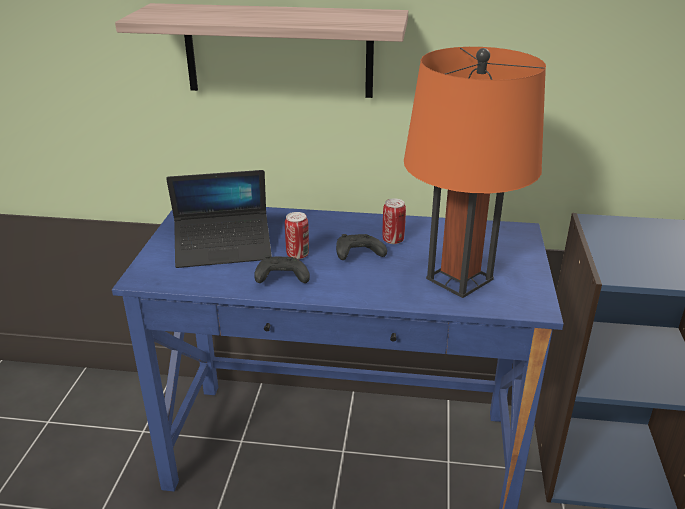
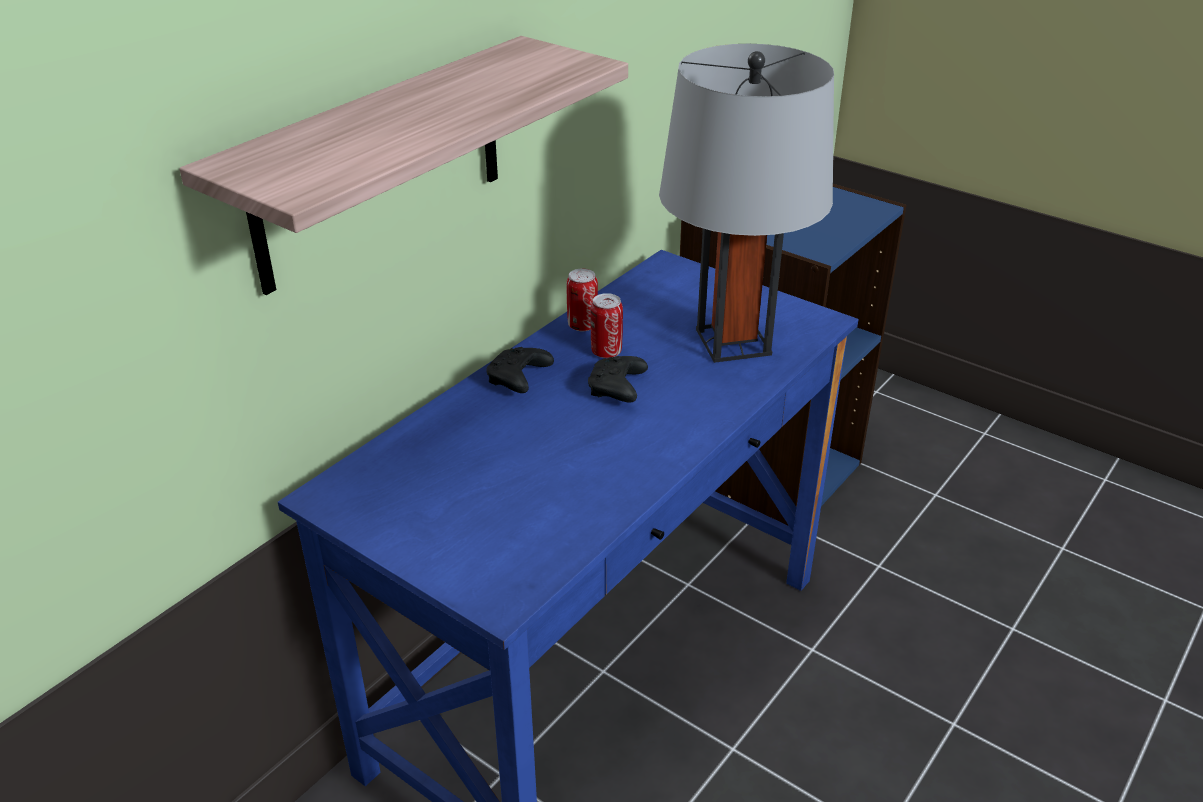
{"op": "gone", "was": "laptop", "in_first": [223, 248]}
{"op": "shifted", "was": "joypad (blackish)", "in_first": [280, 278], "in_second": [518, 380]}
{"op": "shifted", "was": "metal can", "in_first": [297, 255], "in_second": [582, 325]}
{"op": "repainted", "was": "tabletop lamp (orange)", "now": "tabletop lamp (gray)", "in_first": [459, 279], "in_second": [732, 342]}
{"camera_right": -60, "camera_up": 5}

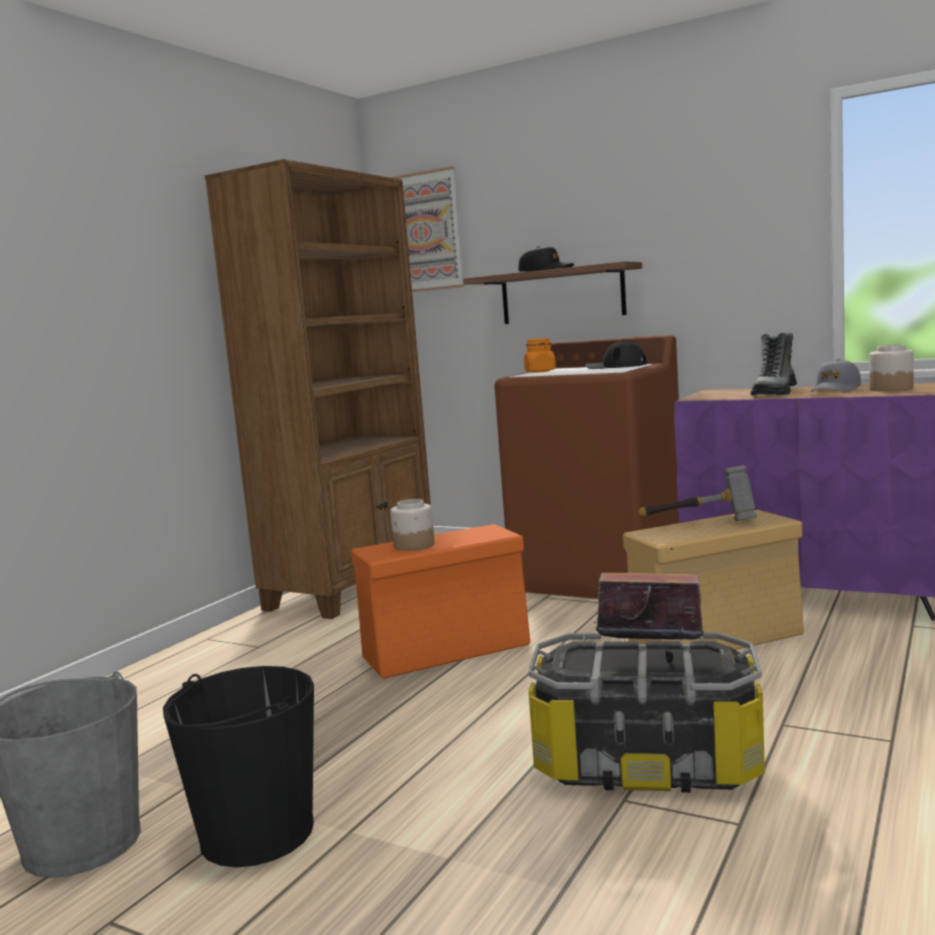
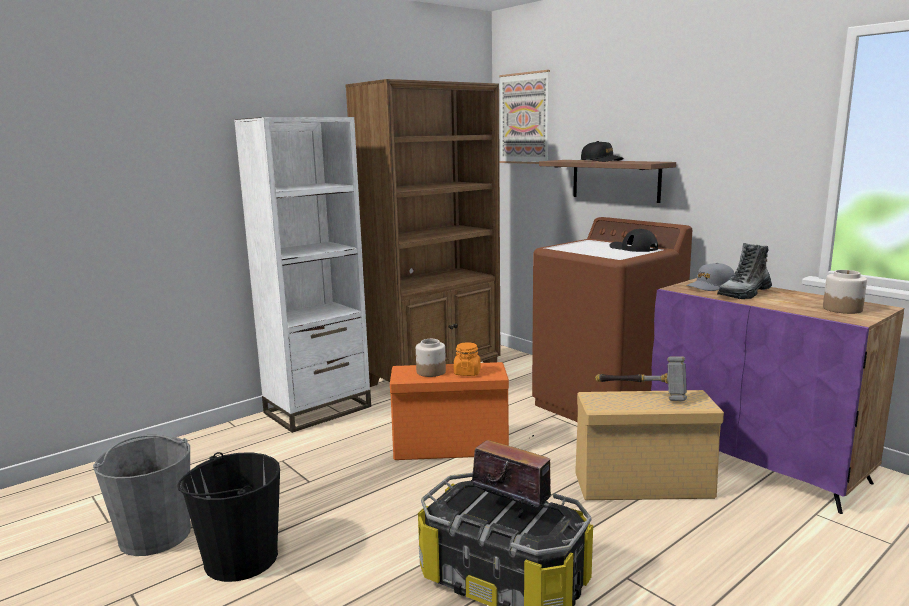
{"op": "shifted", "was": "preserve jar (orange)", "in_first": [540, 371], "in_second": [467, 372]}
{"op": "shifted", "was": "cap (gray)", "in_first": [836, 389], "in_second": [711, 286]}
{"op": "new", "now": "bookshelf (whitish)", "in_second": [318, 410]}
{"camera_right": 20, "camera_up": 5}

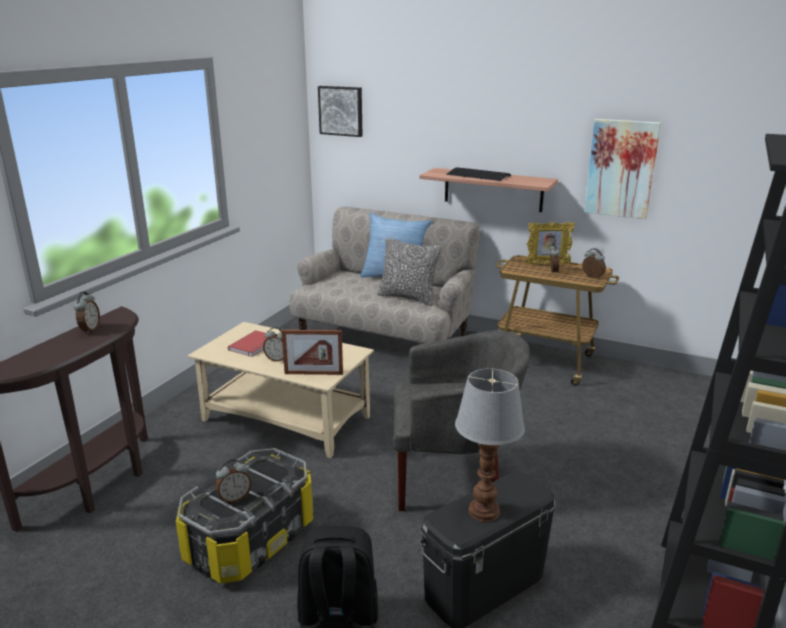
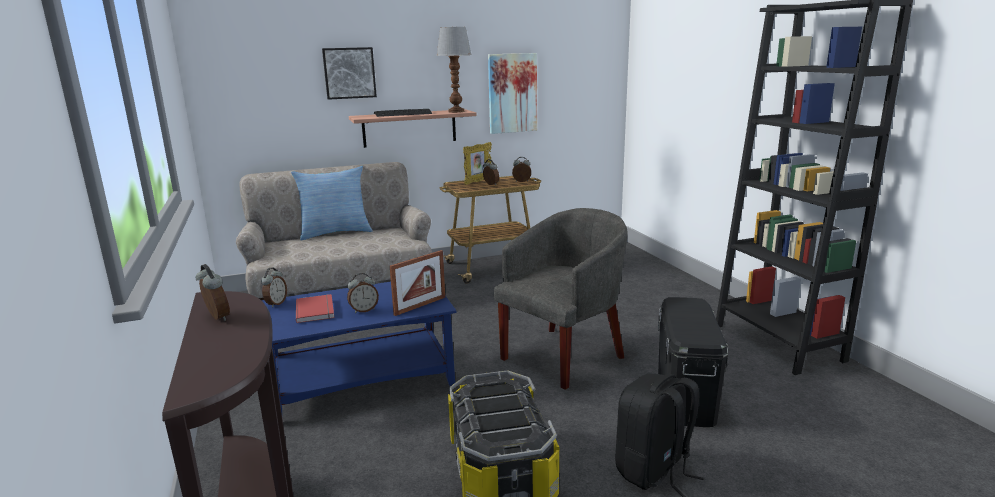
{"op": "repainted", "was": "lounge table (beige-coloured)", "now": "lounge table (blue-coloured)", "in_first": [287, 419], "in_second": [364, 382]}
{"op": "shifted", "was": "table clock", "in_first": [234, 498], "in_second": [276, 304]}
{"op": "shifted", "was": "wall art", "in_first": [341, 111], "in_second": [349, 73]}
{"op": "gone", "was": "cushion", "in_first": [408, 297]}
{"op": "shifted", "was": "tabletop lamp", "in_first": [484, 512], "in_second": [457, 111]}
{"camera_right": -45, "camera_up": -5}

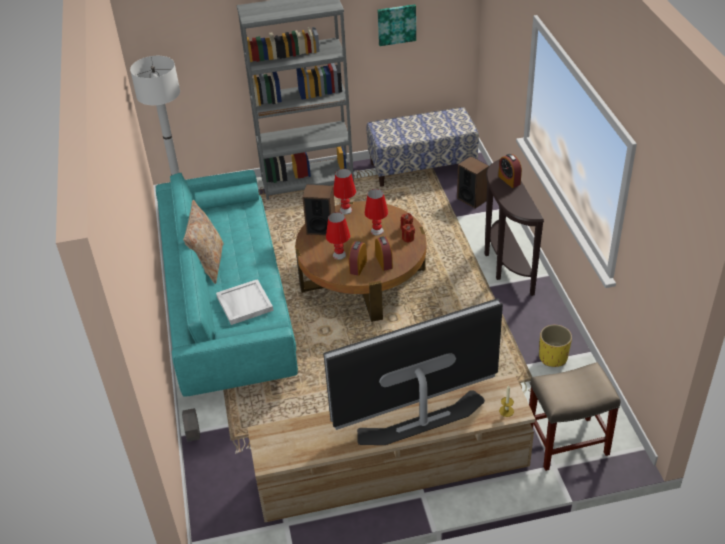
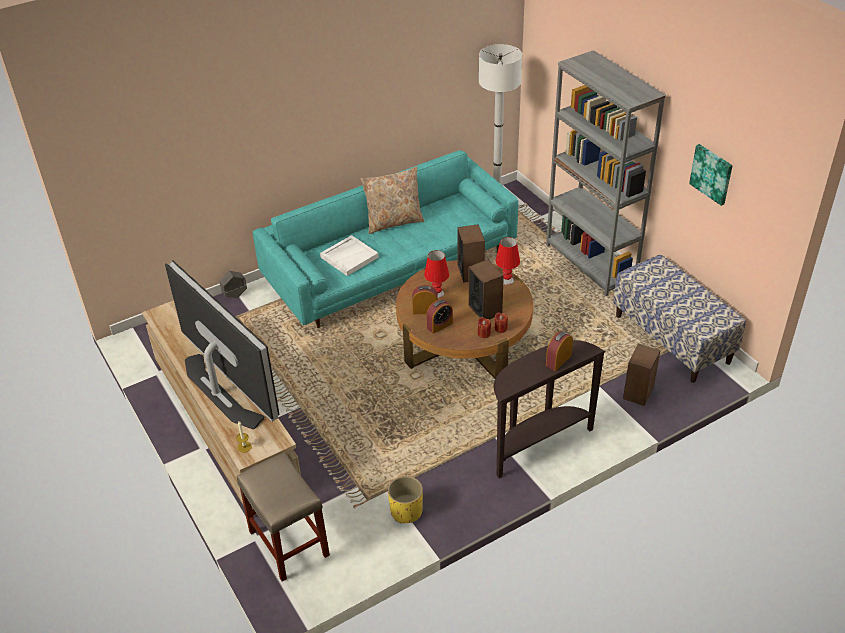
{"op": "swapped", "was": "tabletop lamp (reddish)", "now": "audio speaker", "in_first": [377, 231], "in_second": [485, 309]}
{"camera_right": 70, "camera_up": 0}

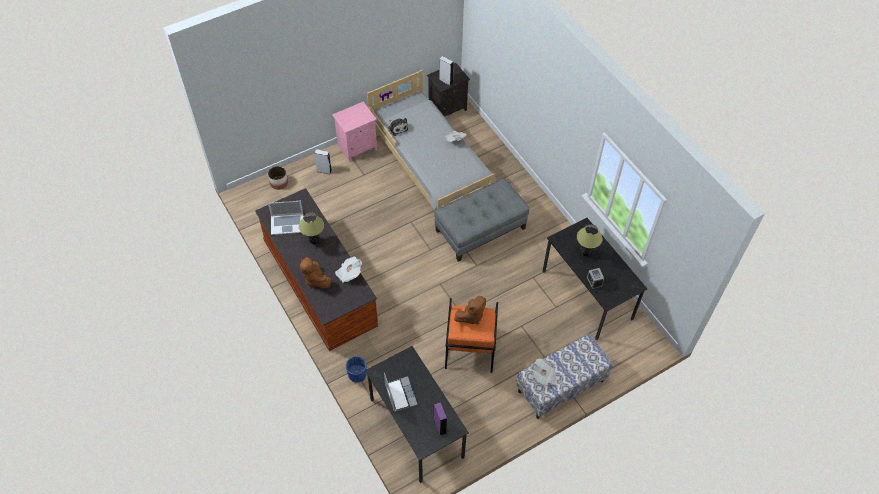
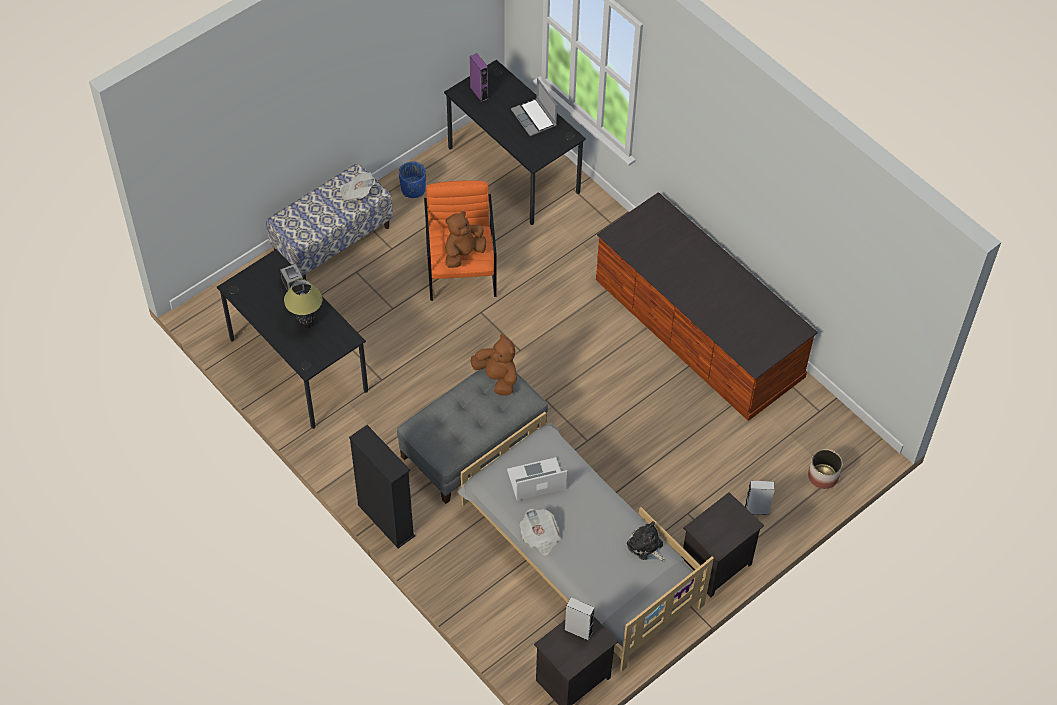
{"op": "shifted", "was": "laptop", "in_first": [287, 223], "in_second": [536, 480]}
{"op": "gone", "was": "tabletop lamp", "in_first": [314, 241]}
{"op": "shifted", "was": "cuddly toy (brownish)", "in_first": [315, 279], "in_second": [497, 377]}
{"op": "repainted", "was": "night table (pink)", "now": "night table (blackish)", "in_first": [357, 146], "in_second": [715, 567]}
{"op": "gone", "was": "newspaper", "in_first": [348, 273]}
{"op": "shifted", "was": "flower pot (blue-coloured)", "in_first": [357, 374], "in_second": [413, 189]}
{"op": "new", "now": "bookshelf (blackish)", "in_second": [386, 520]}
{"camera_right": 170, "camera_up": 0}

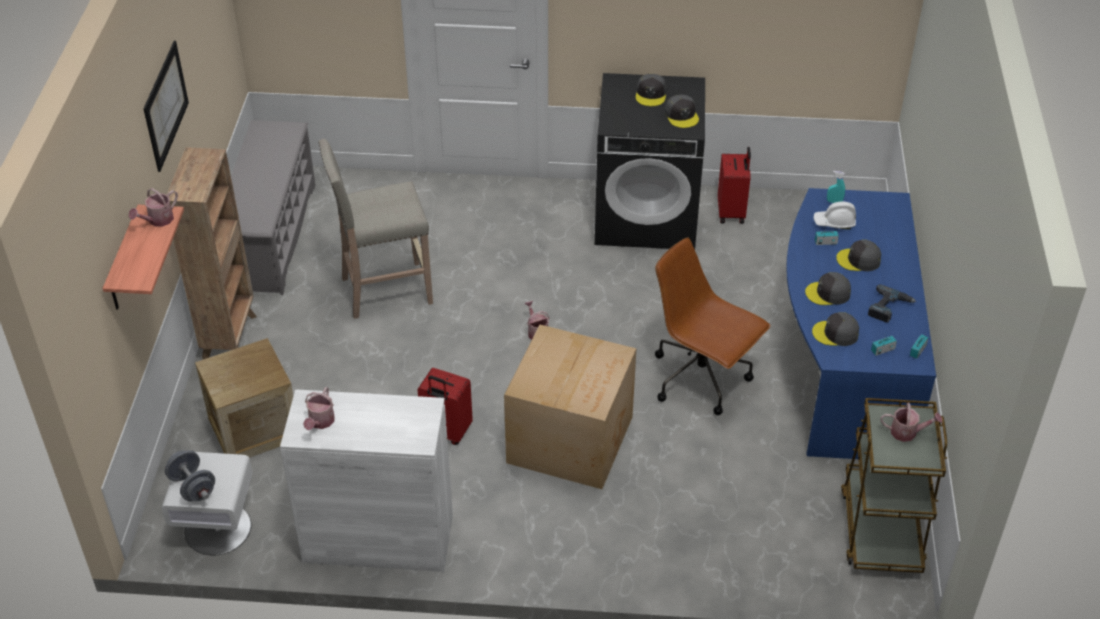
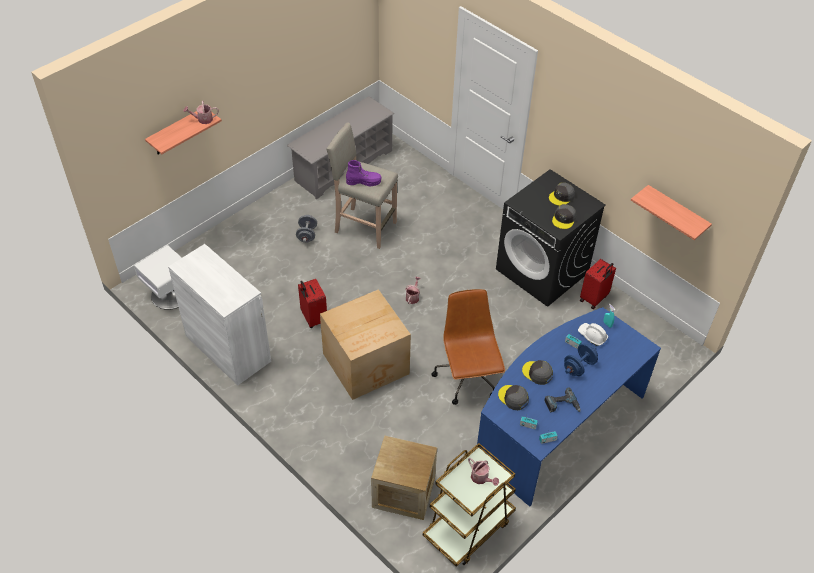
{"op": "gone", "was": "wall art", "in_first": [166, 105]}
{"op": "shifted", "was": "free weight (gray)", "in_first": [193, 487], "in_second": [307, 235]}
{"op": "gone", "was": "bookshelf (brownish)", "in_first": [230, 336]}
{"op": "shifted", "was": "packing crate", "in_first": [254, 428], "in_second": [403, 492]}
{"op": "gone", "was": "watering can", "in_first": [320, 422]}
{"op": "swapped", "was": "cap (gray)", "now": "free weight (blue-coloured)", "in_first": [859, 260], "in_second": [579, 366]}
{"op": "new", "now": "high-top boot (purple)", "in_second": [364, 182]}
{"op": "new", "now": "bracket shelf", "in_second": [676, 213]}
{"camera_right": 40, "camera_up": 5}

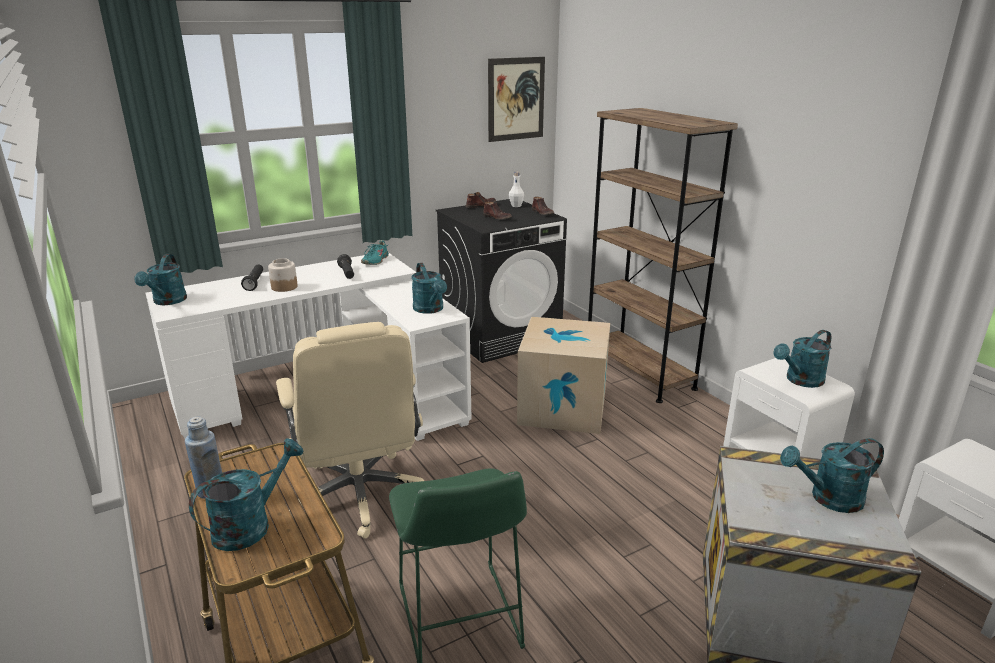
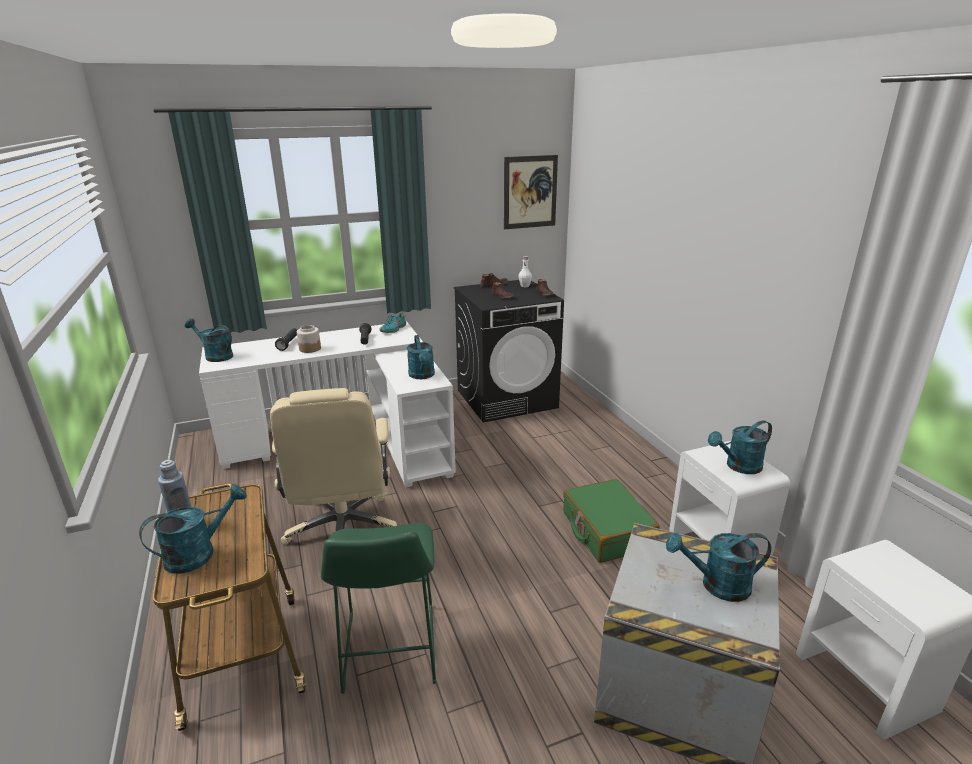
{"op": "rotated", "was": "watering can (turquoise)", "in_first": [167, 301], "in_second": [215, 356], "clockwise": 105}
{"op": "gone", "was": "packing box", "in_first": [562, 408]}
{"op": "gone", "was": "bookshelf (brownish)", "in_first": [638, 371]}
{"op": "new", "now": "piece of luggage (green-coloured)", "in_second": [607, 530]}
{"camera_right": 10, "camera_up": 0}

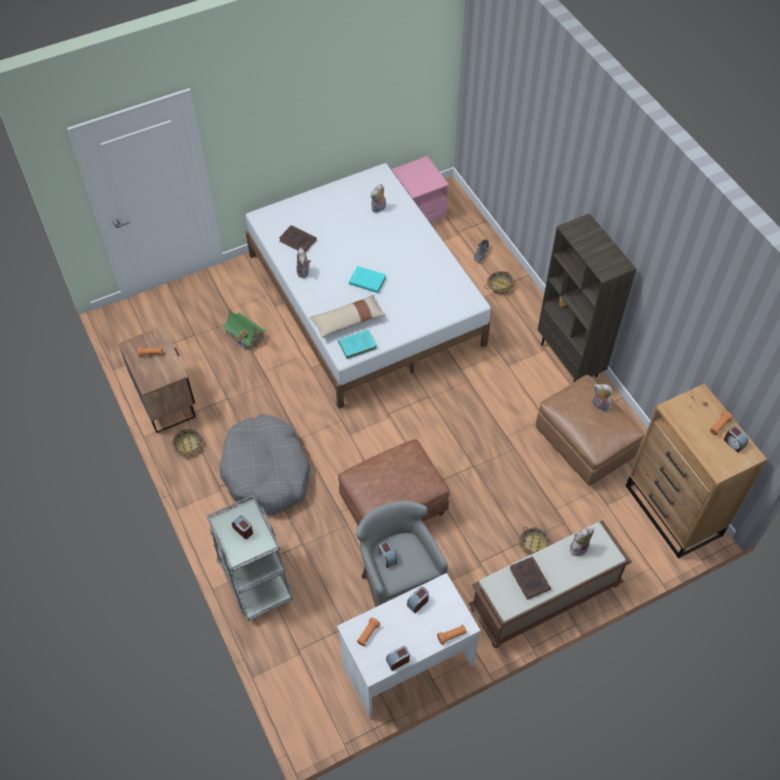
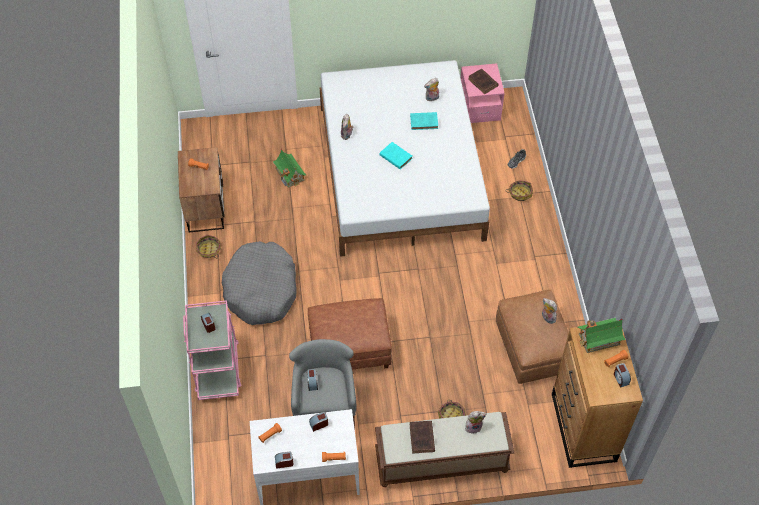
{"op": "repainted", "was": "trolley (gray)", "now": "trolley (pink)", "in_first": [254, 577], "in_second": [217, 368]}
{"op": "shifted", "was": "book (brownish)", "in_first": [298, 241], "in_second": [483, 83]}
{"op": "gone", "was": "cushion (beige-coloured)", "in_first": [348, 321]}
{"op": "shifted", "was": "book (turquoise)", "in_first": [358, 345], "in_second": [424, 122]}
{"op": "gone", "was": "bookshelf (brownish)", "in_first": [570, 360]}
{"op": "new", "now": "toy house", "in_second": [599, 339]}
{"camera_right": 20, "camera_up": 0}

